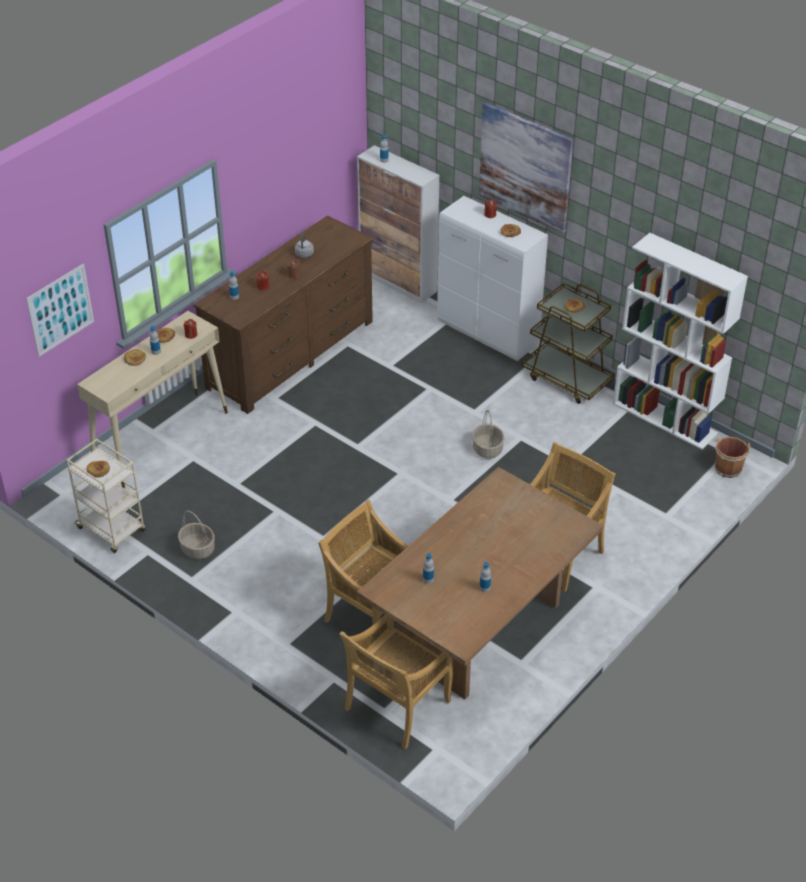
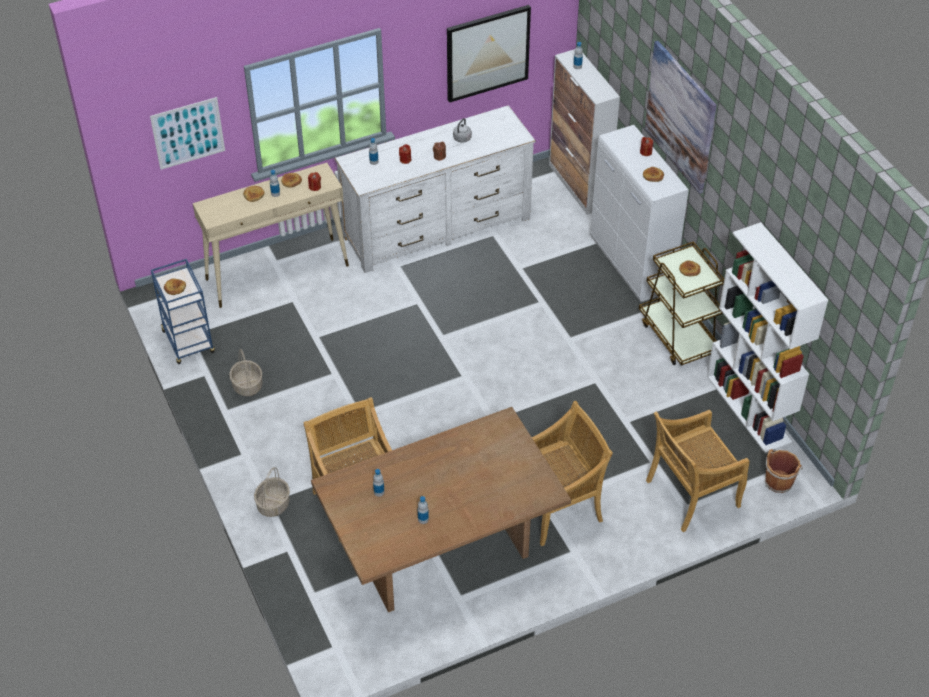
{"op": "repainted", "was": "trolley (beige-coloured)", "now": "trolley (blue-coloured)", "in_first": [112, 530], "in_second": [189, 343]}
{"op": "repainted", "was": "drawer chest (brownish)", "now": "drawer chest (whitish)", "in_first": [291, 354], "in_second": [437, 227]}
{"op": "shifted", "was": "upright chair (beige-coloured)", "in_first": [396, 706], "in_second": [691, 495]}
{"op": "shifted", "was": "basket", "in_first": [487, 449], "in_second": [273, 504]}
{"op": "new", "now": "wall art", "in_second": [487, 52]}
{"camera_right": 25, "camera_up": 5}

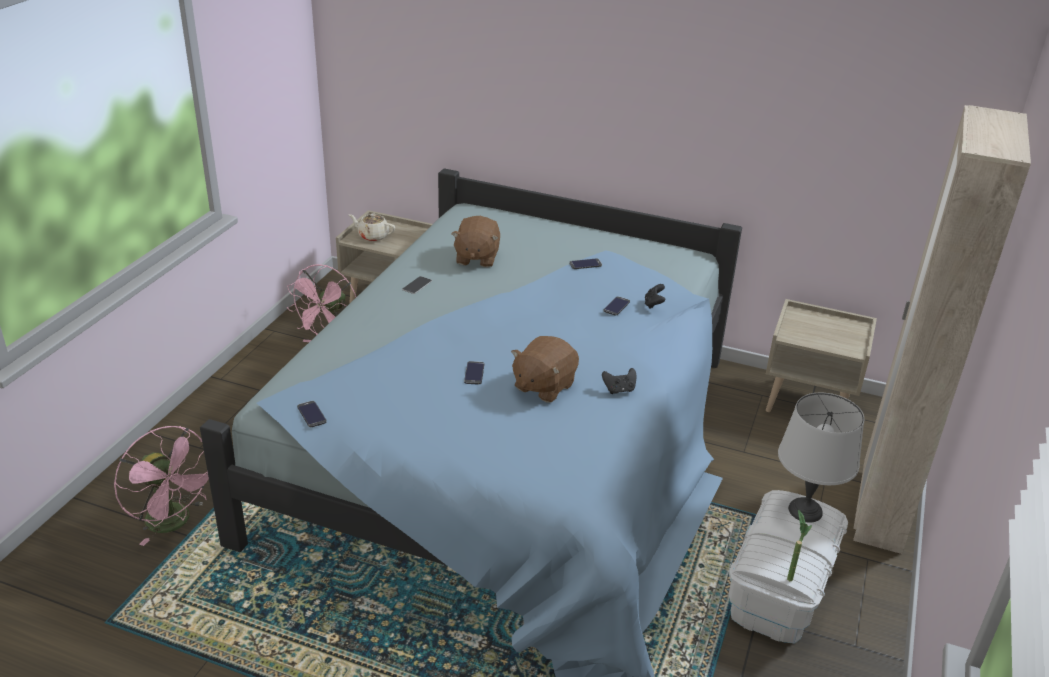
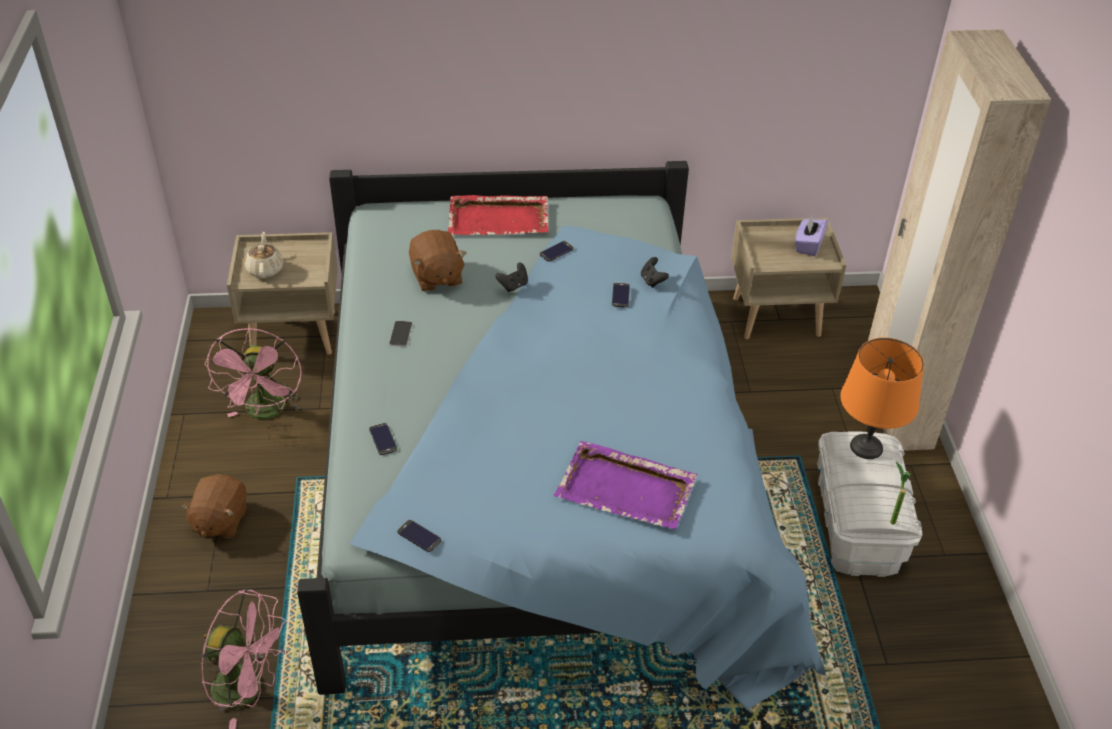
{"op": "rotated", "was": "pot for tea (beige-coloured)", "in_first": [373, 236], "in_second": [265, 269], "clockwise": 90}
{"op": "shifted", "was": "phone", "in_first": [474, 373], "in_second": [383, 439]}
{"op": "shifted", "was": "cuddly toy (brownish)", "in_first": [543, 386], "in_second": [220, 520]}
{"op": "shifted", "was": "joypad (blackish)", "in_first": [619, 390], "in_second": [513, 286]}
{"op": "repainted", "was": "tabletop lamp (gray)", "now": "tabletop lamp (orange)", "in_first": [805, 511], "in_second": [867, 447]}
{"op": "new", "now": "serving tray (reddish)", "in_second": [499, 219]}
{"op": "new", "now": "serving tray (purple)", "in_second": [627, 489]}
{"op": "new", "now": "tissue holder (purple)", "in_second": [808, 245]}
{"camera_right": -25, "camera_up": 10}

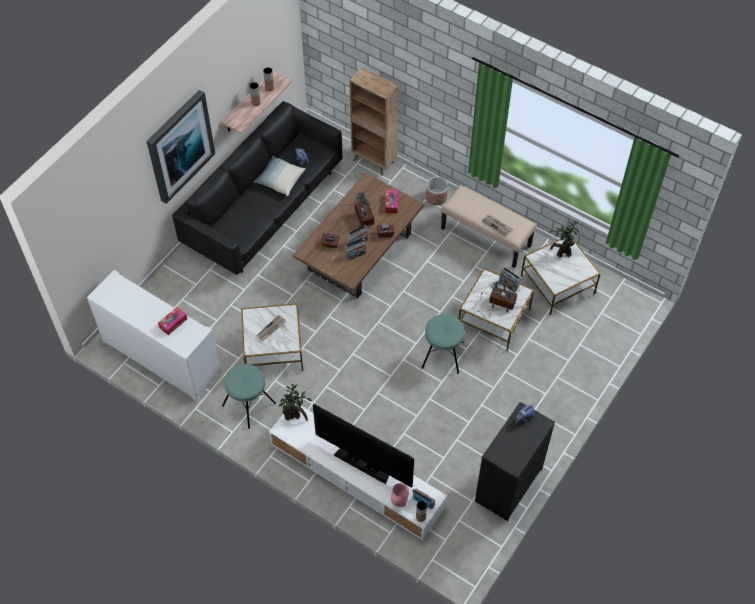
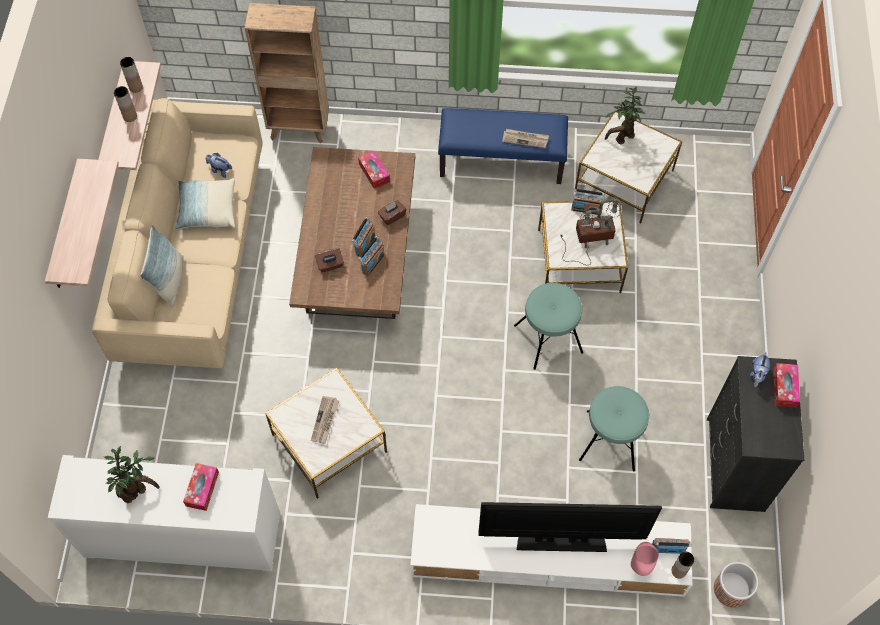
{"op": "swapped", "was": "wall art", "now": "bracket shelf", "in_first": [179, 146], "in_second": [66, 228]}
{"op": "repainted", "was": "settee (blackish)", "now": "settee (beige-coloured)", "in_first": [265, 209], "in_second": [196, 258]}
{"op": "shifted", "was": "sitting stool (turquoise)", "in_first": [249, 404], "in_second": [610, 440]}
{"op": "shifted", "was": "houseplant", "in_first": [294, 417], "in_second": [138, 492]}
{"op": "gone", "was": "tabletop lamp", "in_first": [360, 217]}
{"op": "shifted", "was": "flower pot", "in_first": [436, 197], "in_second": [731, 589]}
{"op": "repainted", "was": "bench (beige-coloured)", "now": "bench (blue-coloured)", "in_first": [486, 237], "in_second": [502, 161]}
{"op": "new", "now": "cushion", "in_second": [170, 281]}
{"op": "new", "now": "tissue holder", "in_second": [784, 388]}
{"camera_right": -30, "camera_up": 5}

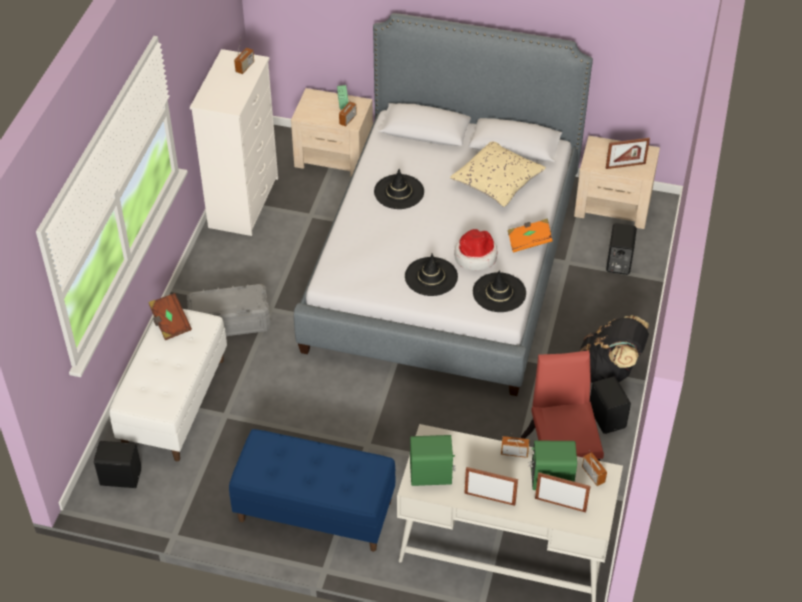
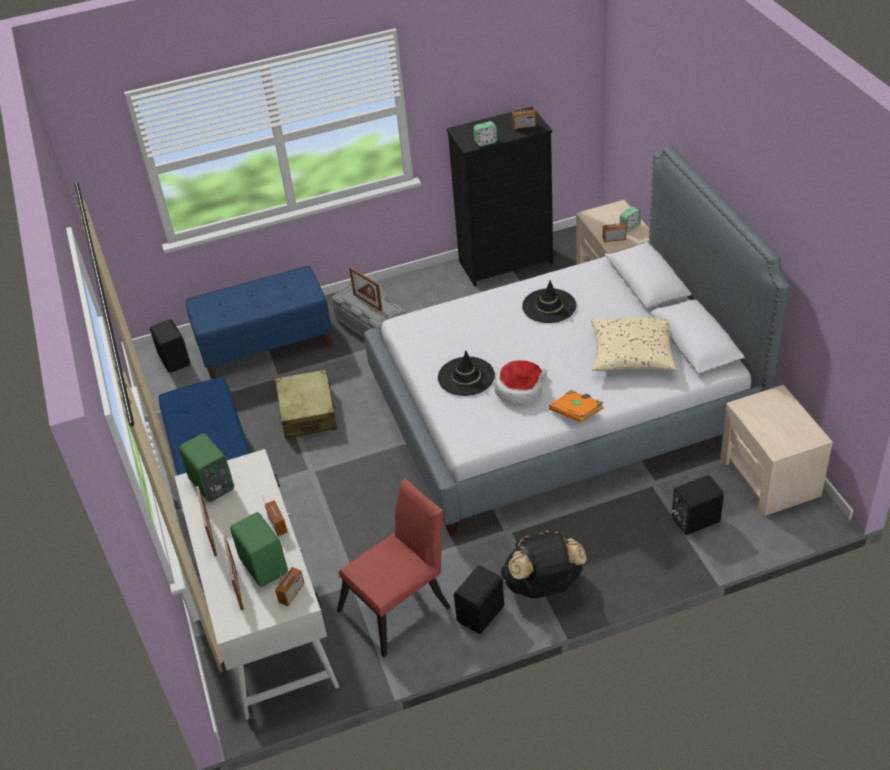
{"op": "repainted", "was": "bench (whitish)", "now": "bench (blue-coloured)", "in_first": [174, 402], "in_second": [266, 345]}
{"op": "gone", "was": "book (brownish)", "in_first": [170, 323]}
{"op": "repainted", "was": "drawer chest (whitish)", "now": "drawer chest (blackish)", "in_first": [244, 202], "in_second": [507, 262]}
{"op": "gone", "was": "wearable hat (blackish)", "in_first": [499, 293]}
{"op": "shifted", "was": "picture frame", "in_first": [625, 166], "in_second": [367, 302]}
{"op": "new", "now": "piece of luggage (beige-coloured)", "in_second": [308, 413]}
{"op": "new", "now": "table clock", "in_second": [486, 142]}
{"camera_right": 60, "camera_up": -5}

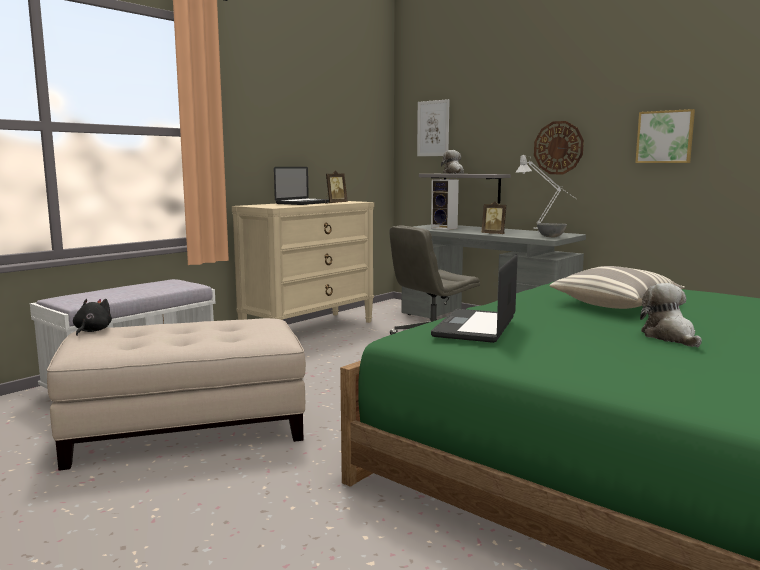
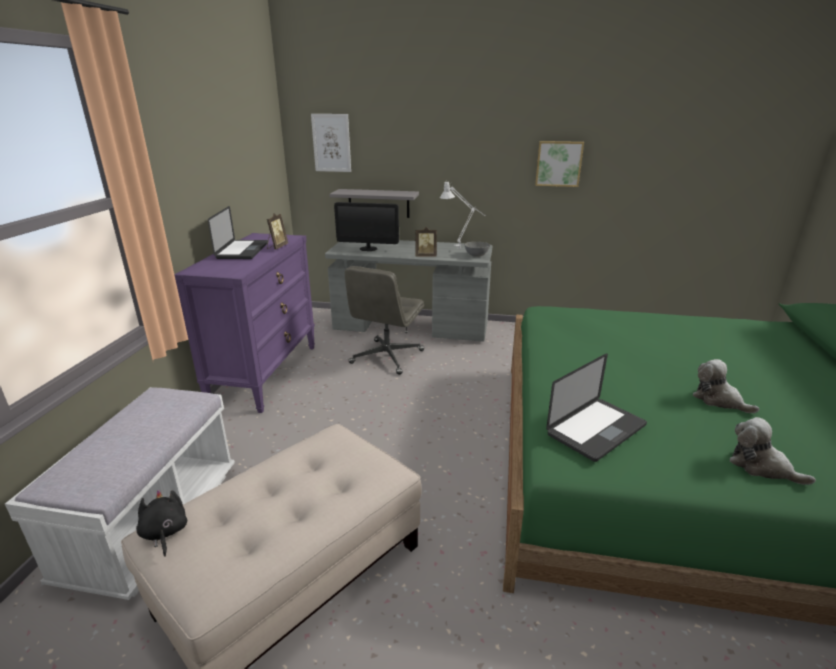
{"op": "repainted", "was": "drawer chest (beige-coloured)", "now": "drawer chest (purple)", "in_first": [309, 329], "in_second": [265, 374]}
{"op": "swapped", "was": "audio speaker", "now": "computer screen", "in_first": [445, 228], "in_second": [368, 249]}
{"op": "rotated", "was": "laptop", "in_first": [475, 327], "in_second": [596, 430], "clockwise": -120}
{"op": "shifted", "was": "cuddly toy", "in_first": [454, 173], "in_second": [761, 466]}
{"op": "gone", "was": "wall clock", "in_first": [558, 148]}
{"op": "gone", "was": "cushion", "in_first": [615, 304]}
{"camera_right": -30, "camera_up": 15}

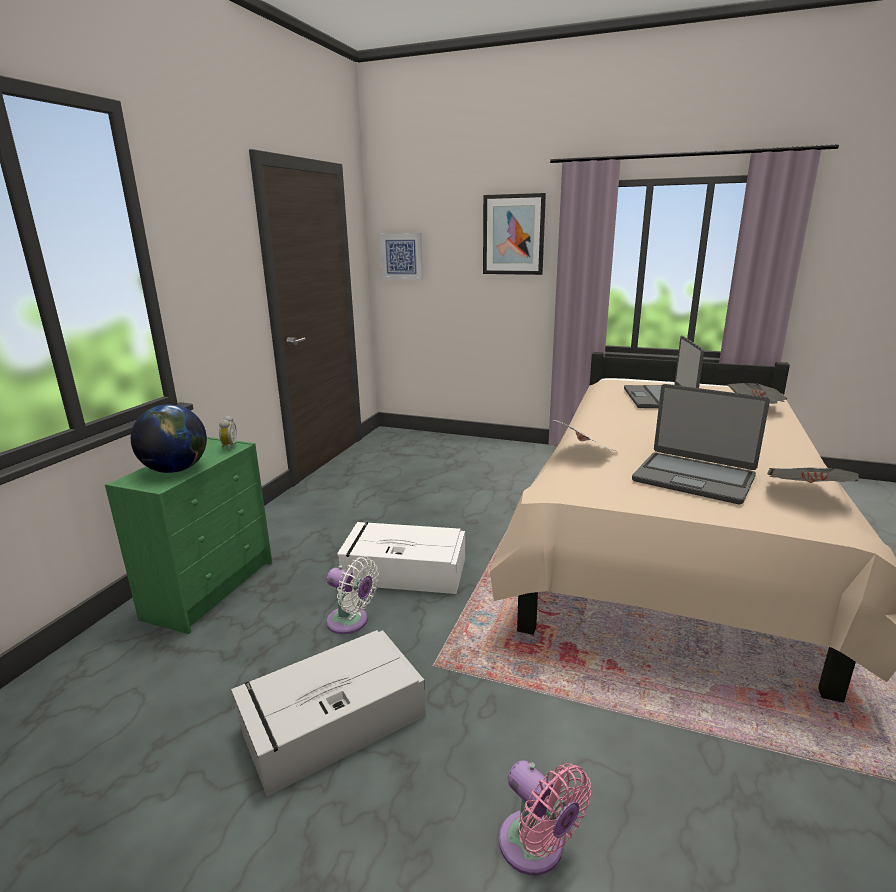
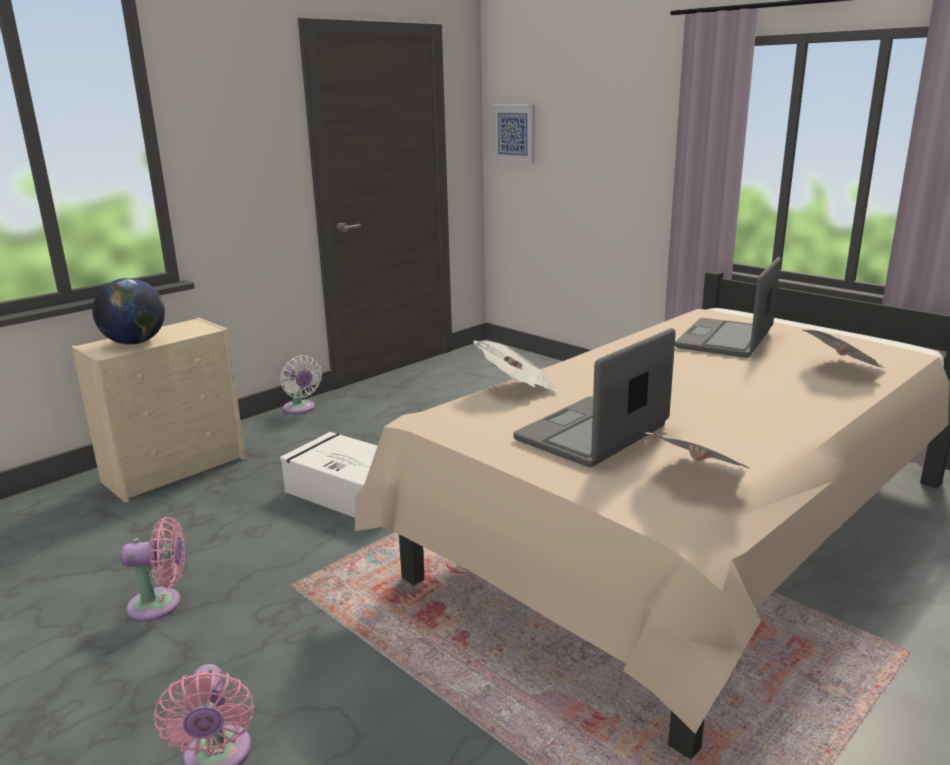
{"op": "repainted", "was": "drawer chest (green-coloured)", "now": "drawer chest (beige-coloured)", "in_first": [211, 588], "in_second": [176, 469]}
{"op": "gone", "was": "table clock", "in_first": [228, 447]}
{"op": "swapped", "was": "storage container (gray)", "now": "fan (pink)", "in_first": [330, 723], "in_second": [160, 605]}
{"op": "shifted", "was": "fan (whitish)", "in_first": [351, 622], "in_second": [300, 409]}
{"op": "gone", "was": "wall art", "in_first": [513, 235]}
{"op": "rotated", "was": "laptop", "in_first": [693, 478], "in_second": [593, 434], "clockwise": 75}
{"camera_right": 25, "camera_up": 0}

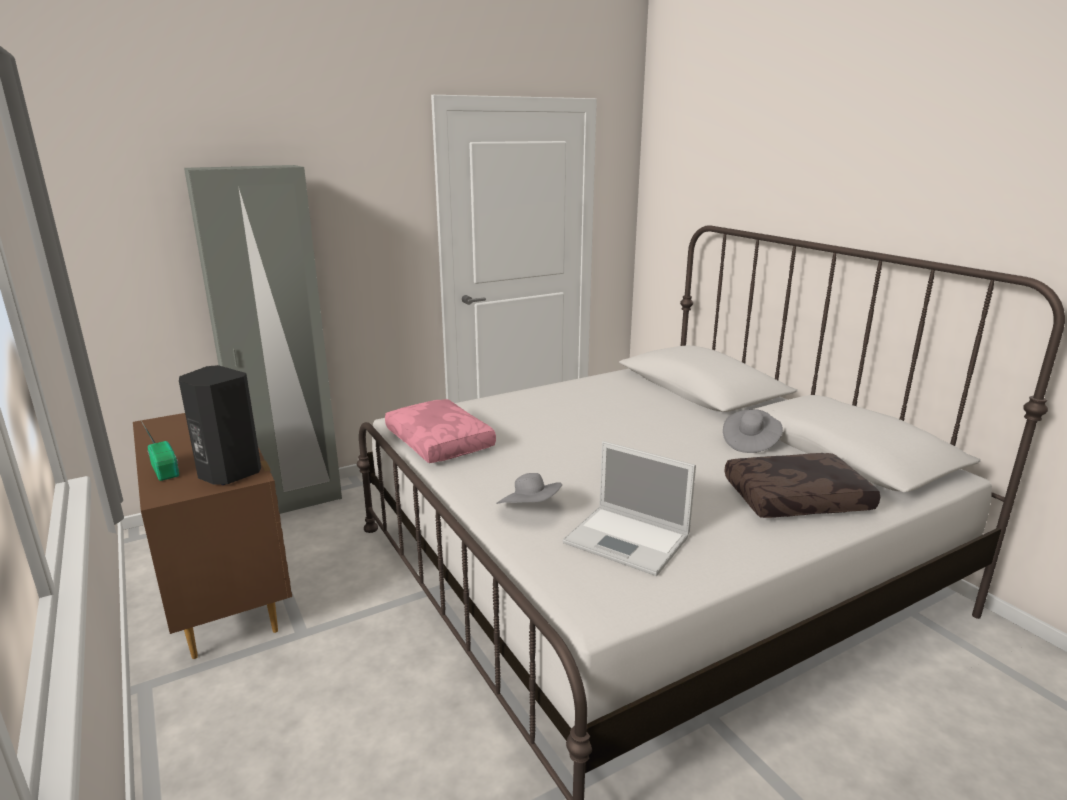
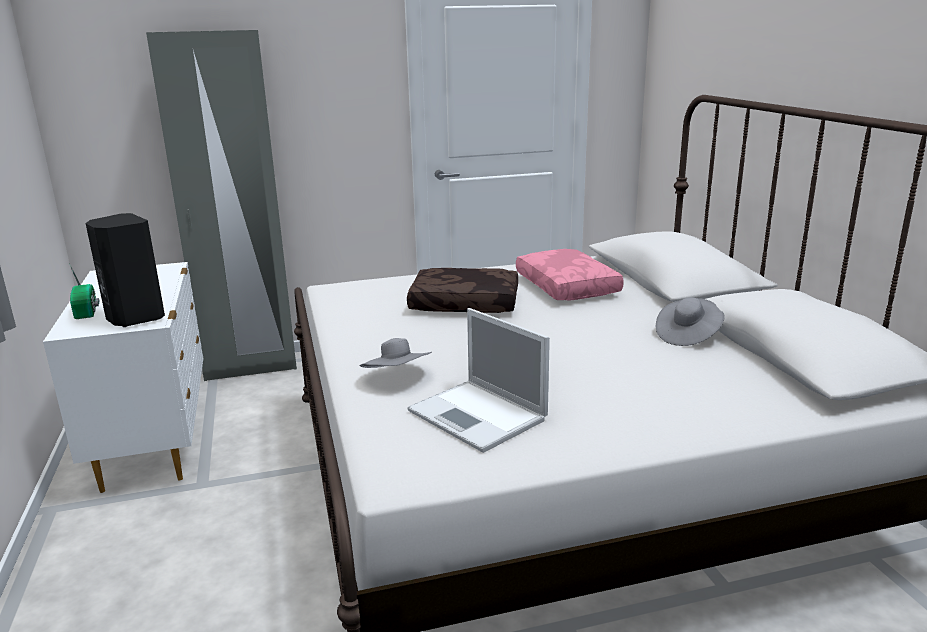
{"op": "repainted", "was": "drawer chest (brownish)", "now": "drawer chest (whitish)", "in_first": [225, 591], "in_second": [155, 438]}
{"op": "shifted", "was": "cushion (pink)", "in_first": [441, 442], "in_second": [568, 287]}
{"op": "shifted", "was": "cushion (brownish)", "in_first": [796, 500], "in_second": [463, 304]}
{"camera_right": 15, "camera_up": 0}

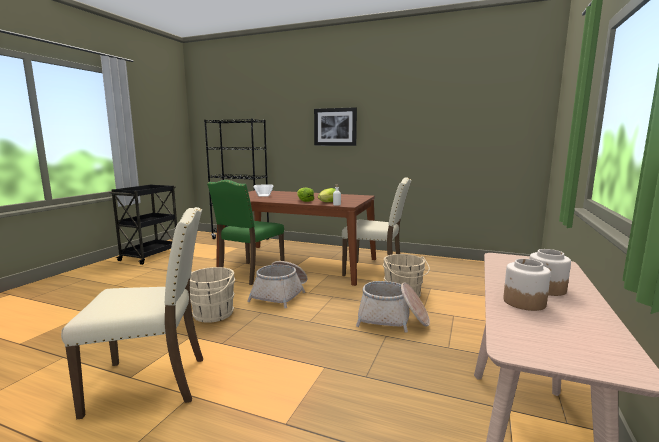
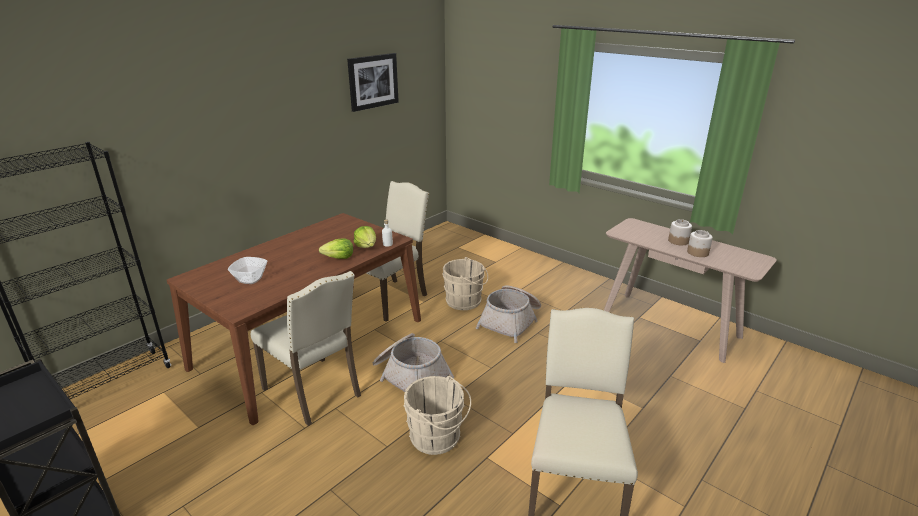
{"op": "repainted", "was": "upright chair (green-coloured)", "now": "upright chair (beige-coloured)", "in_first": [250, 273], "in_second": [315, 392]}
{"op": "shifted", "was": "wall art", "in_first": [335, 127], "in_second": [373, 81]}
{"camera_right": -70, "camera_up": 15}

